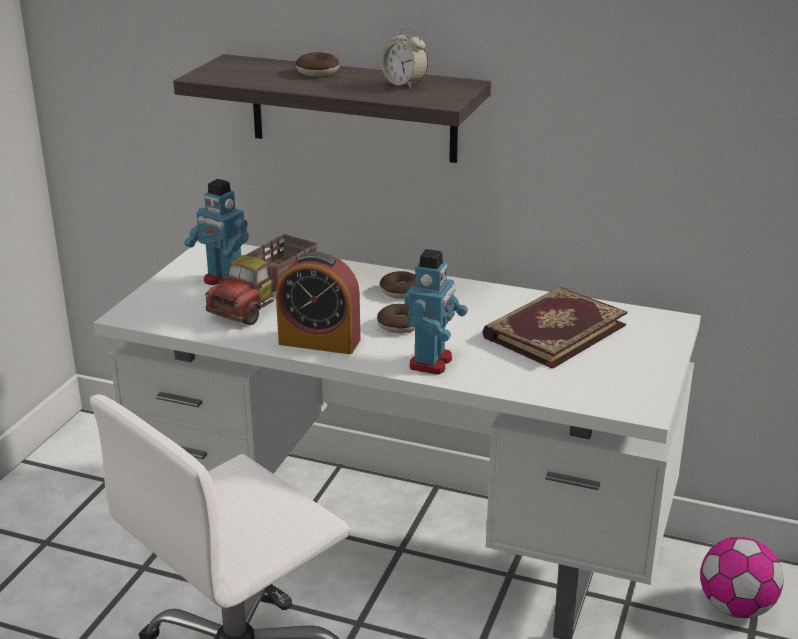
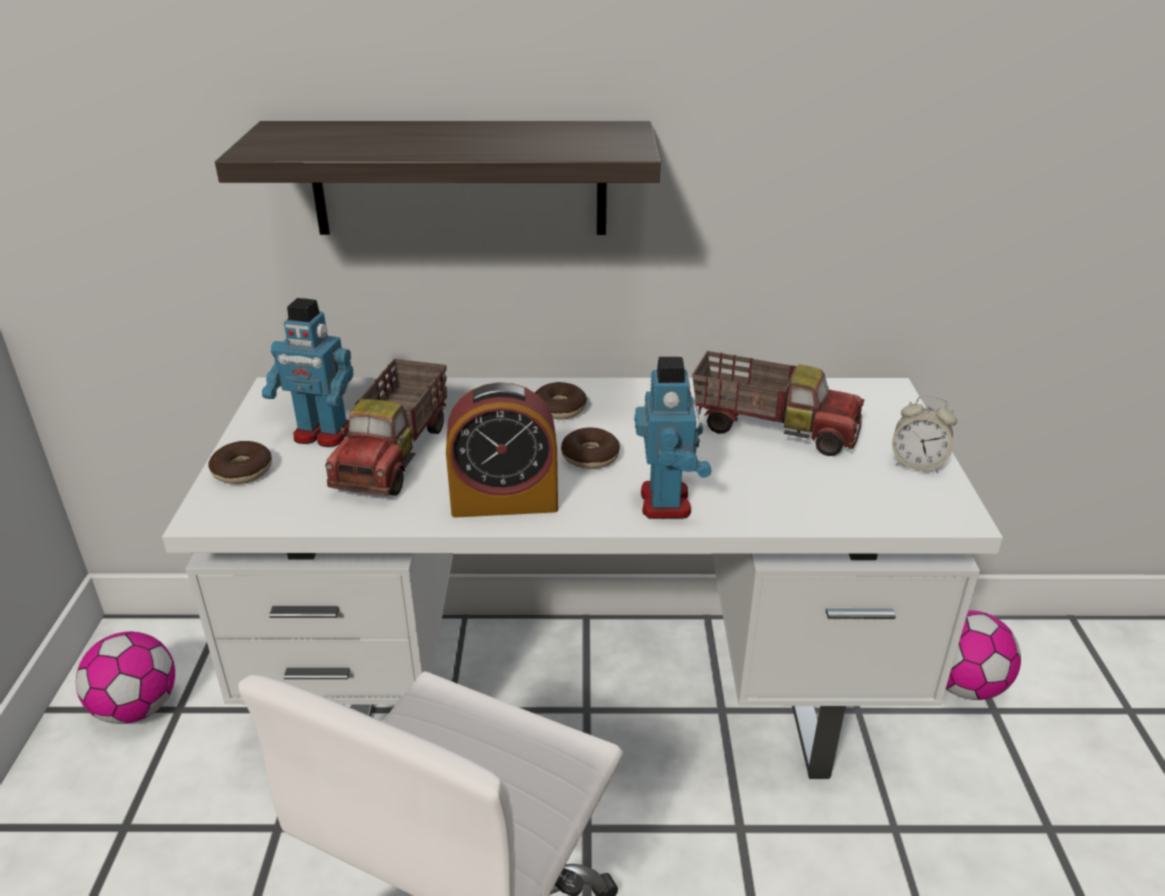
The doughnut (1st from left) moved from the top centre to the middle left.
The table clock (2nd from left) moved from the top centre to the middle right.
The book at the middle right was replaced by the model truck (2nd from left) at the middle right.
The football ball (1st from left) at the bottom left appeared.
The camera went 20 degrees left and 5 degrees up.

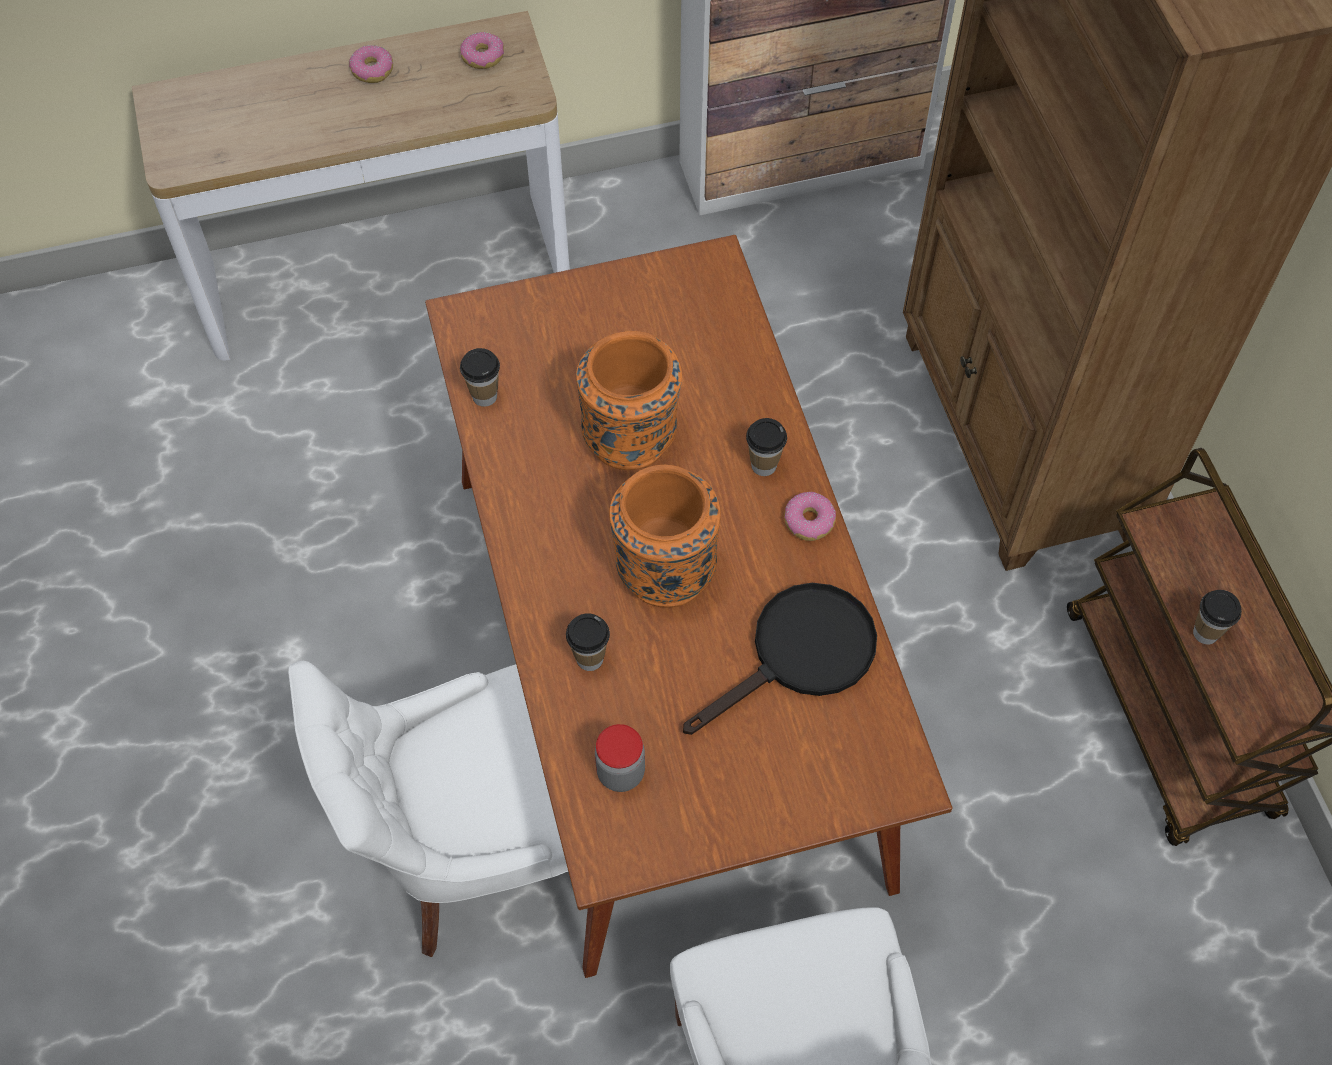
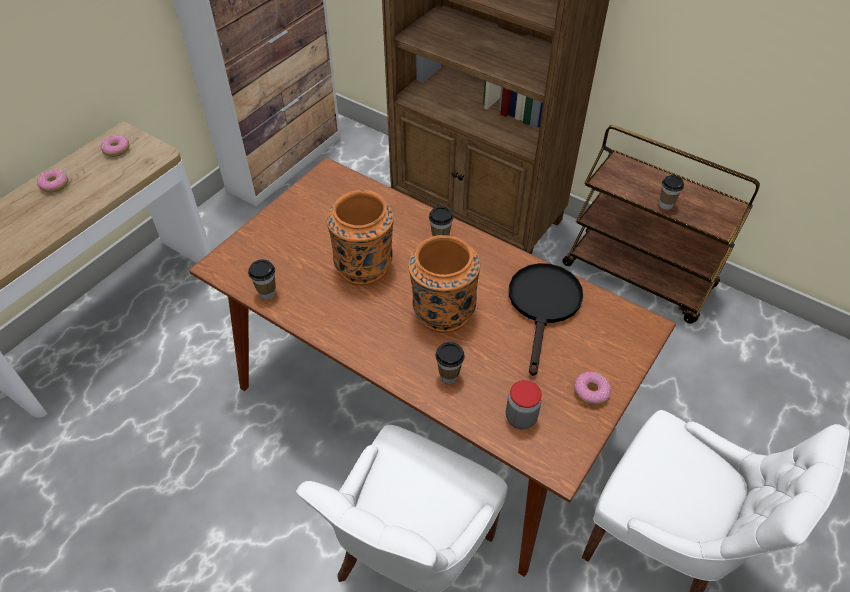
The doughnut (3rd from left) moved from the centre to the middle right.
The camera went 40 degrees left and 10 degrees down.

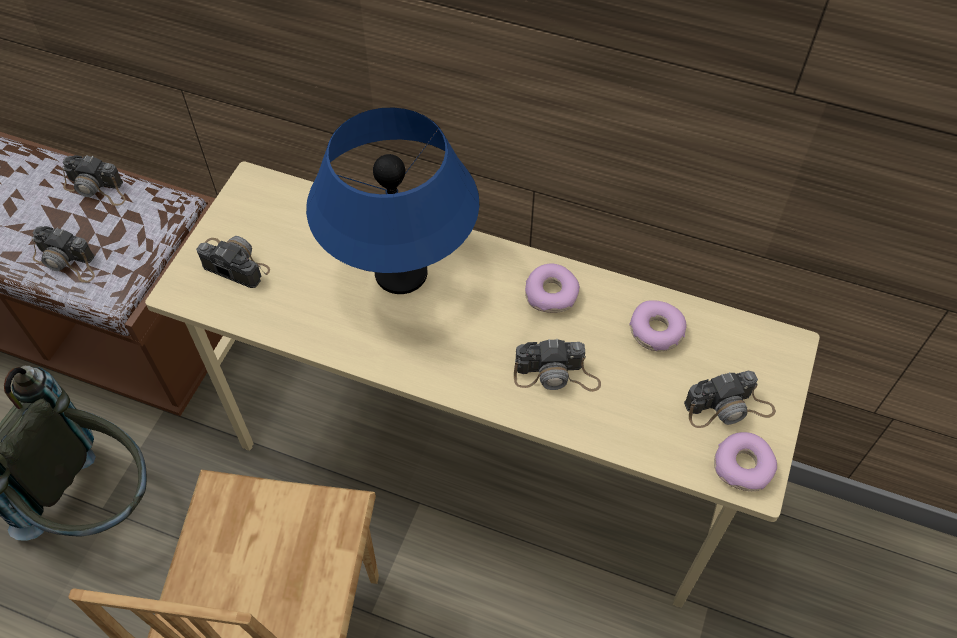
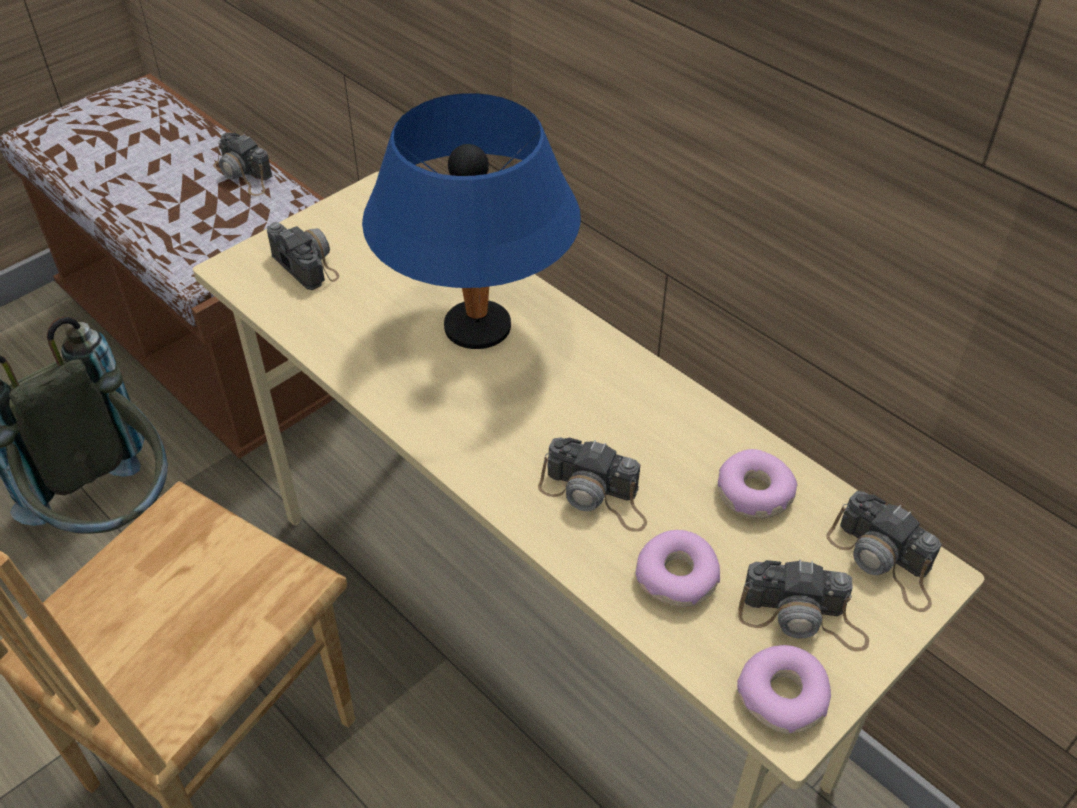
The still camera (1st from left in the first image) moved from the middle left to the bottom right.
The doughnut (1st from left) moved from the centre to the bottom centre.
The camera went 25 degrees right and 10 degrees down.

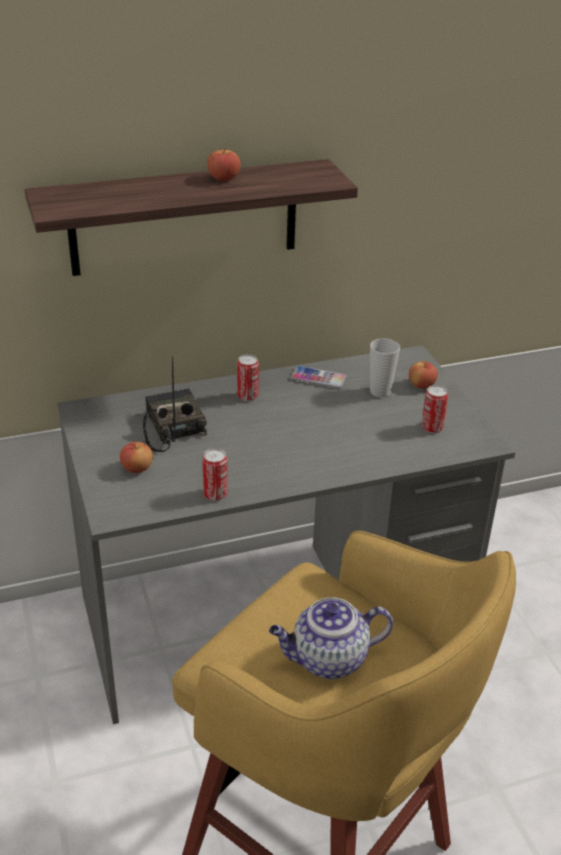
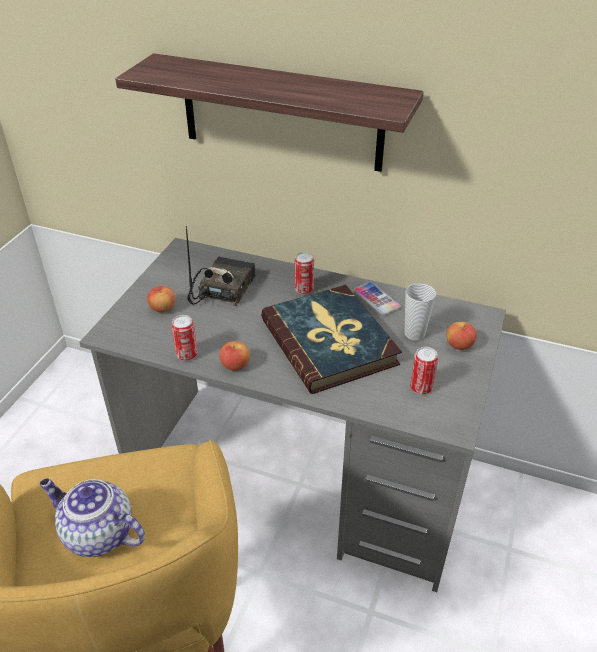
The whole apple (2nd from left) moved from the top centre to the centre.
The book at the centre appeared.
The camera went 40 degrees right and 5 degrees up.

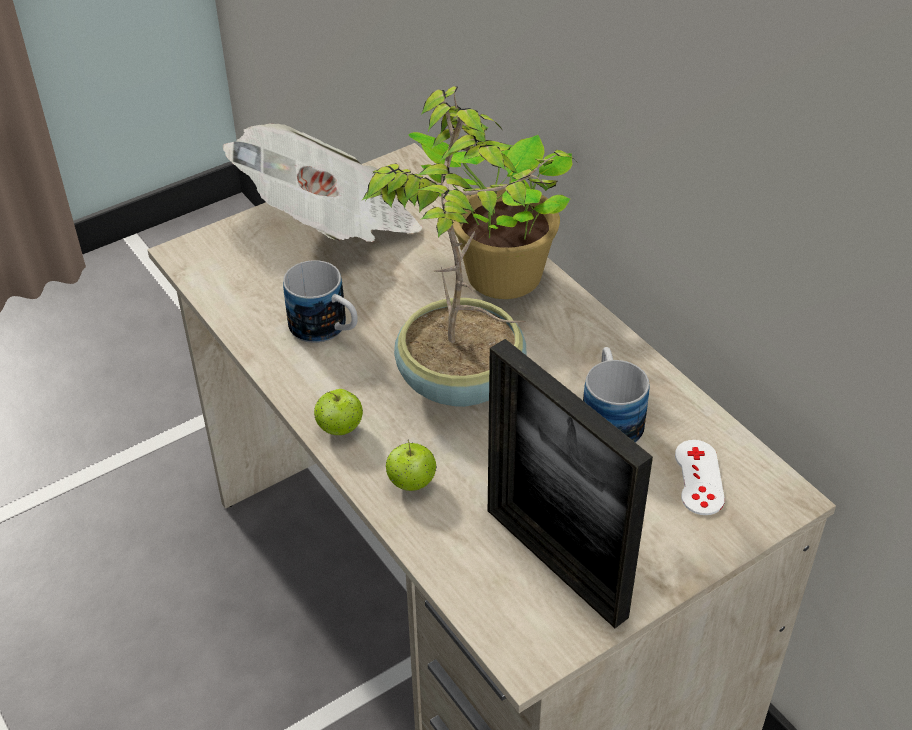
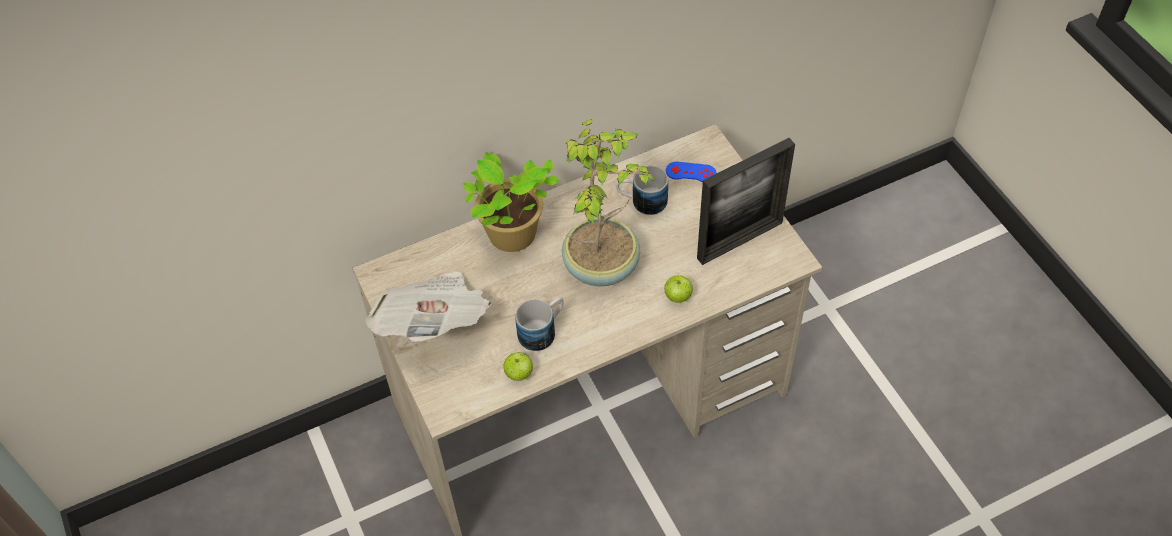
The whole apple (1st from left) moved from the centre to the bottom centre.
The gamepad in white-coloured at the middle right became the gamepad in bluish at the top centre.
The camera went 80 degrees left and 10 degrees up.

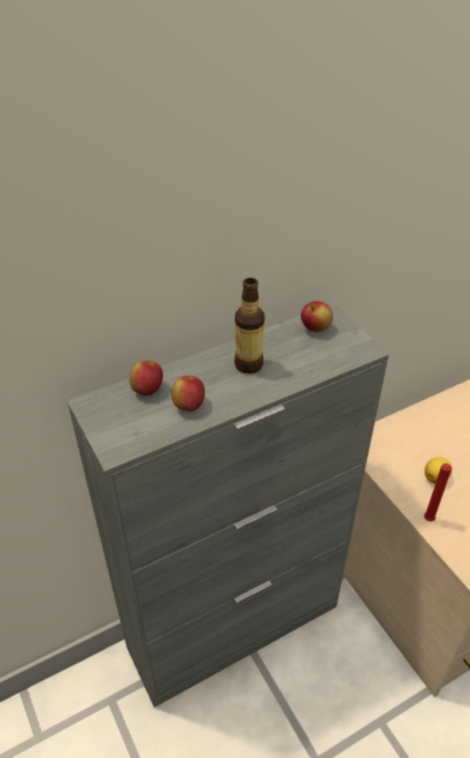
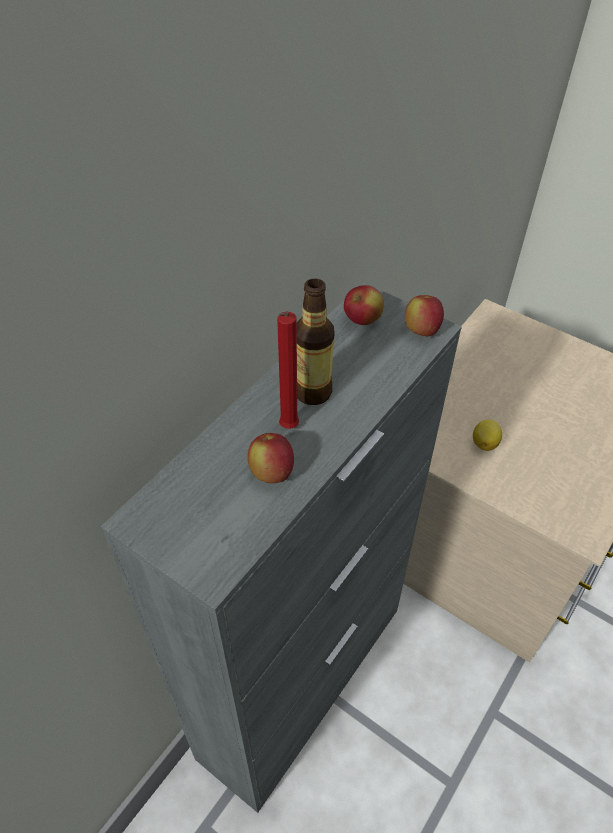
The whole apple (1st from left in the first image) moved from the middle left to the middle right.
The wax light in reddish moved from the middle right to the centre.
The camera went 25 degrees left and 5 degrees up.

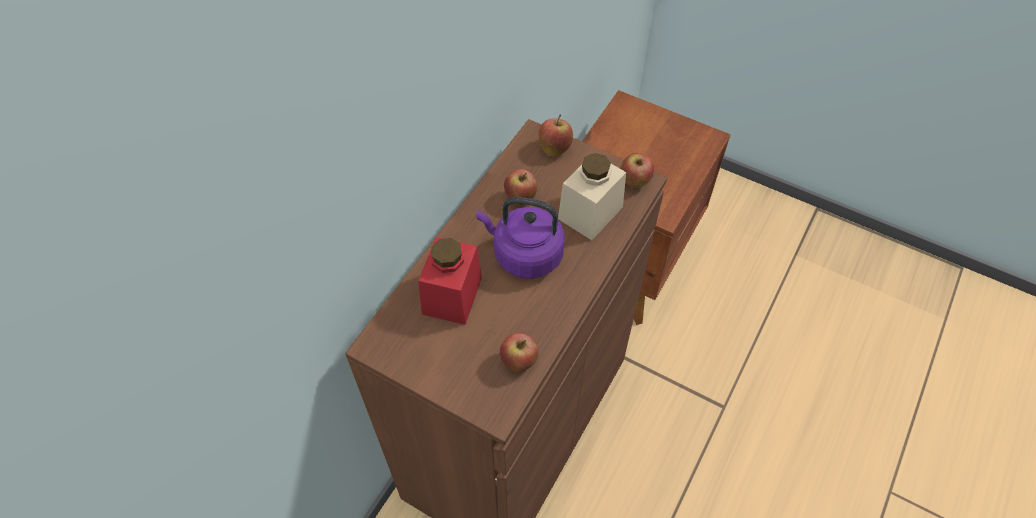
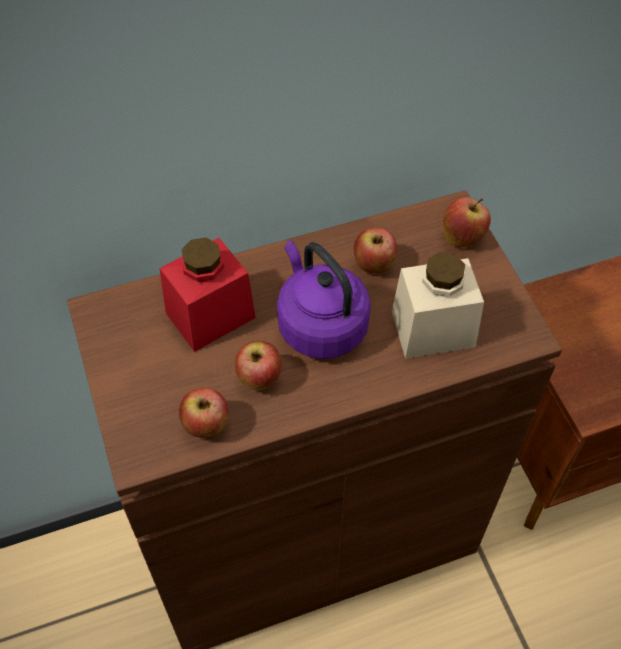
The whole apple (4th from left in the first image) moved from the top centre to the centre.
The camera went 40 degrees right and 0 degrees up.

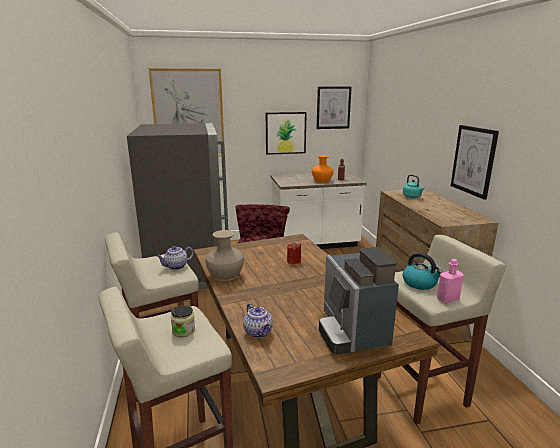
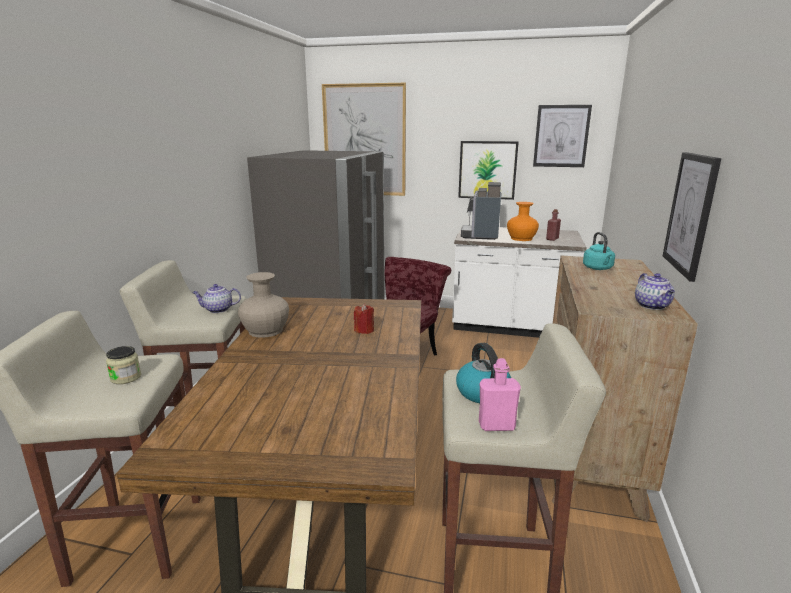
The pot for tea (2nd from left) moved from the bottom centre to the middle right.
The coffee brewer moved from the bottom centre to the centre.
The camera went 25 degrees right and 0 degrees up.

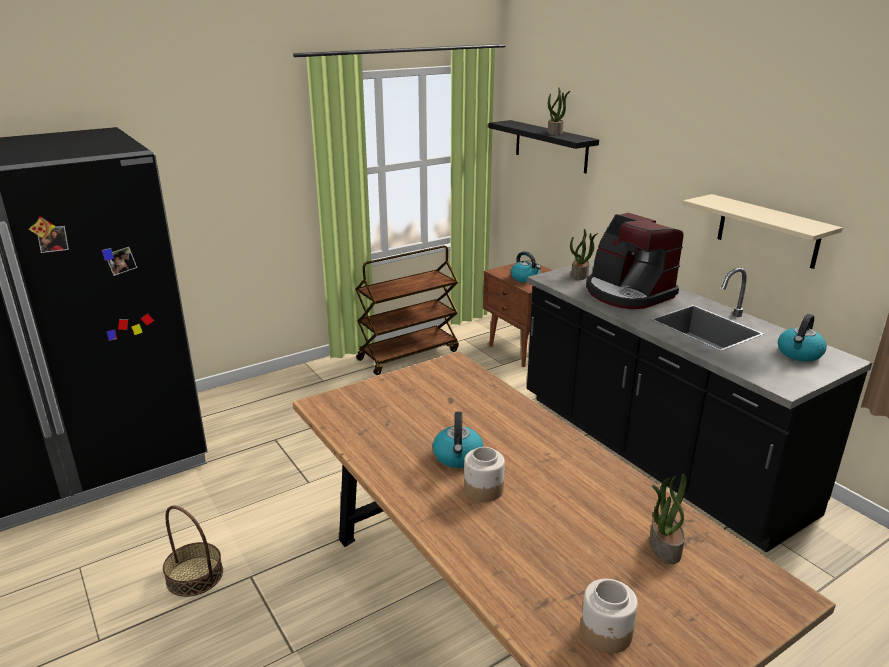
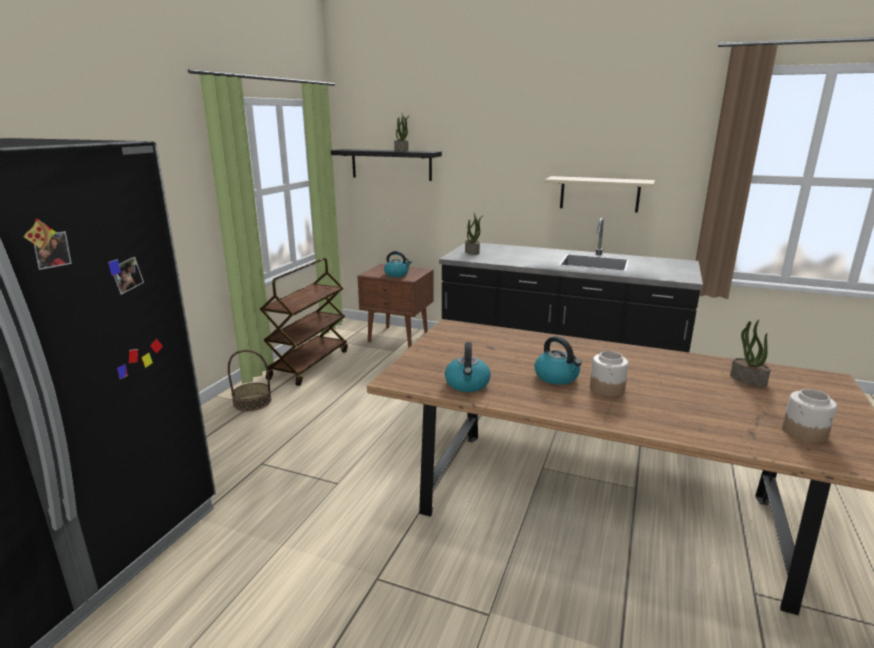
The household basket moved from the bottom left to the middle left.
The coffee brewer at the middle right disappeared.
The water kettle (3rd from left in the first image) moved from the middle right to the centre.
The camera went 35 degrees left and 5 degrees down.

